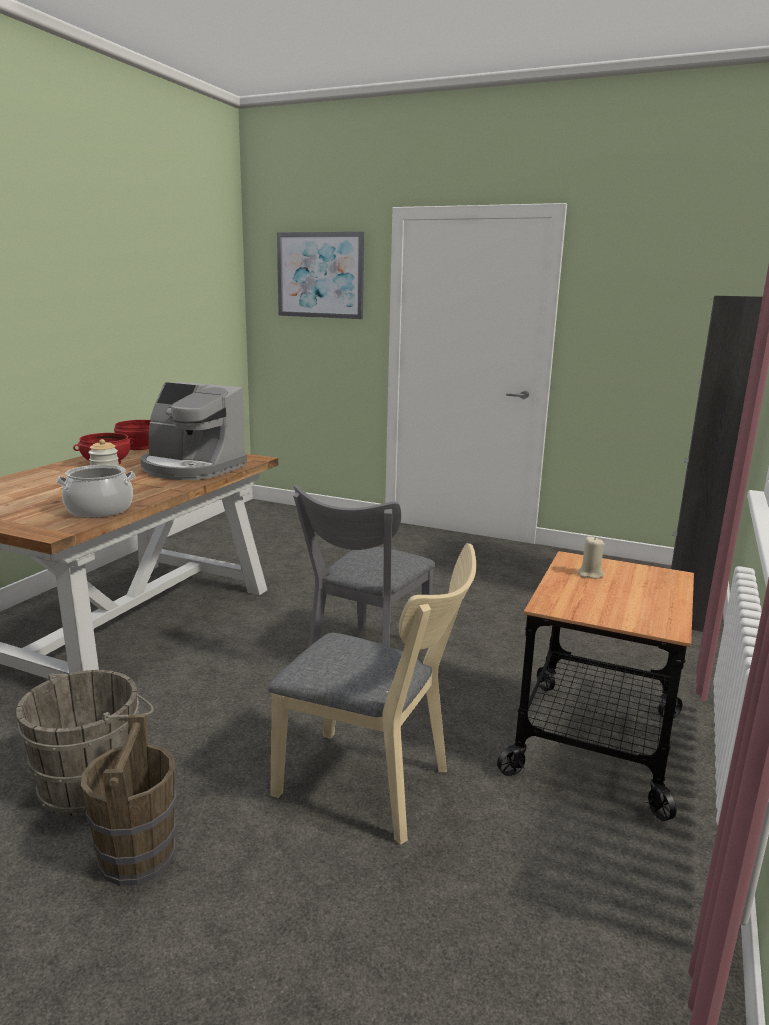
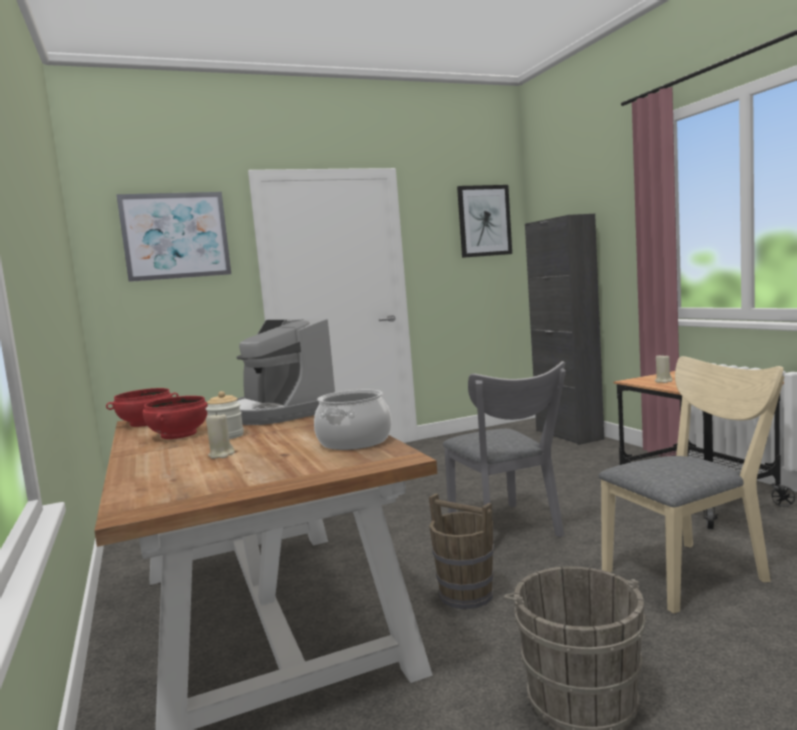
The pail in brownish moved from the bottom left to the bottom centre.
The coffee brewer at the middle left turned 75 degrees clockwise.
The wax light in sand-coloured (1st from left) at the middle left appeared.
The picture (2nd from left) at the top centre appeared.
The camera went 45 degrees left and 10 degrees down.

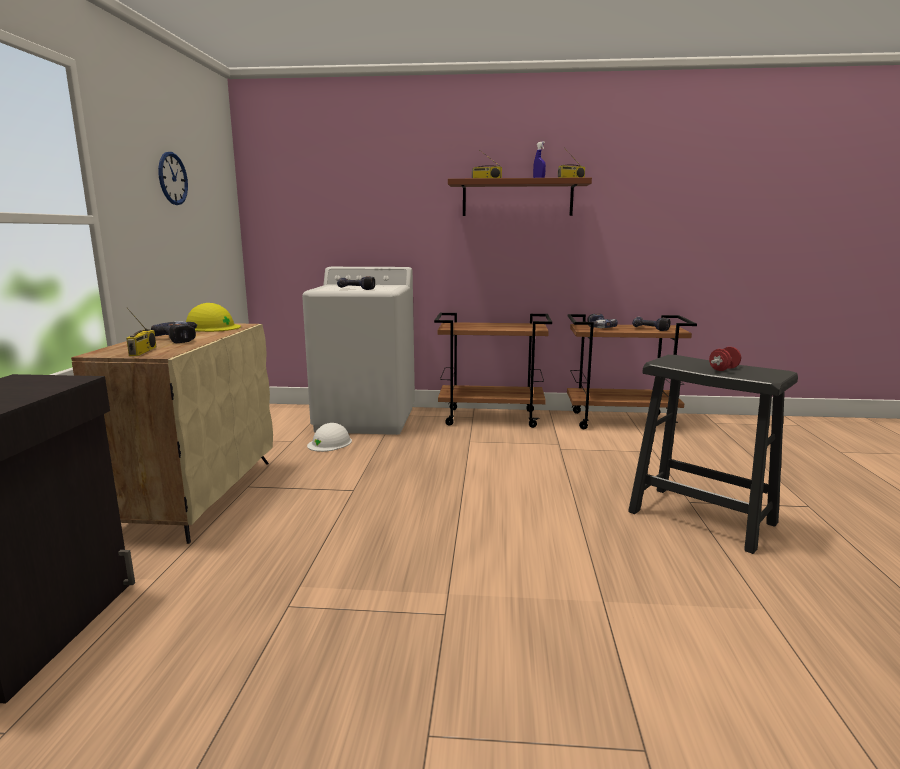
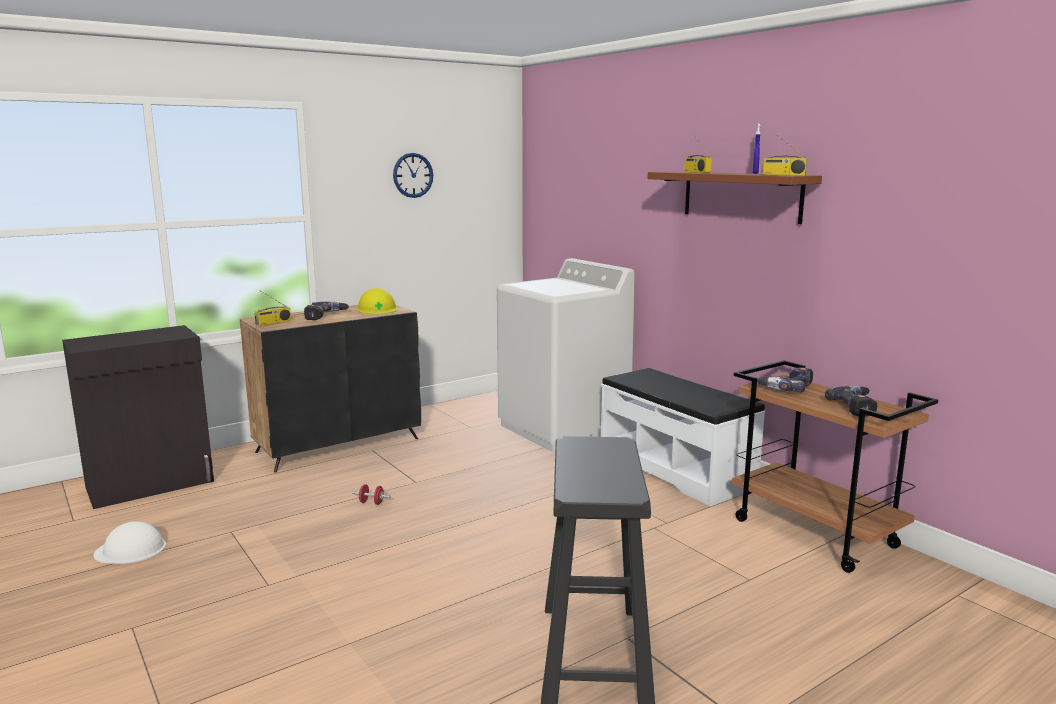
The cupboard in sand-coloured at the middle left became the cupboard in blackish (2nd from left) at the middle left.
The safety helmet in white-coloured moved from the centre to the bottom left.
The electric drill (2nd from left) at the centre disappeared.
The cart in brownish (1st from left) at the centre was replaced by the long seat in white-coloured at the centre.
The dumbbell in reddish moved from the middle right to the bottom centre.
The camera went 50 degrees right and 0 degrees up.

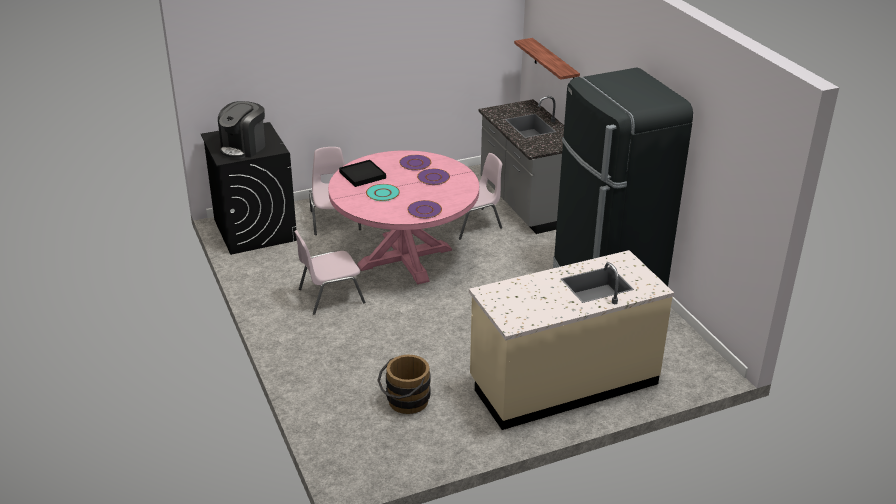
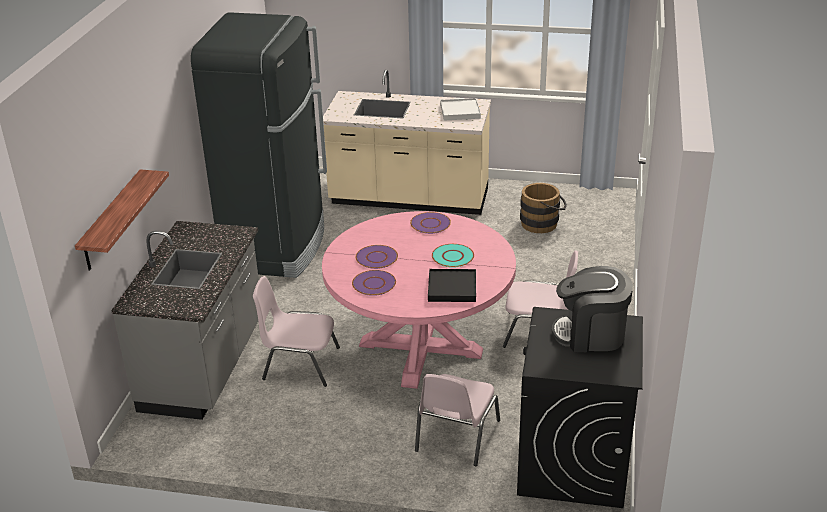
The coffee brewer at the top left turned 150 degrees counterclockwise.
The tray in white-coloured at the top centre appeared.
The camera went 145 degrees left and 0 degrees up.

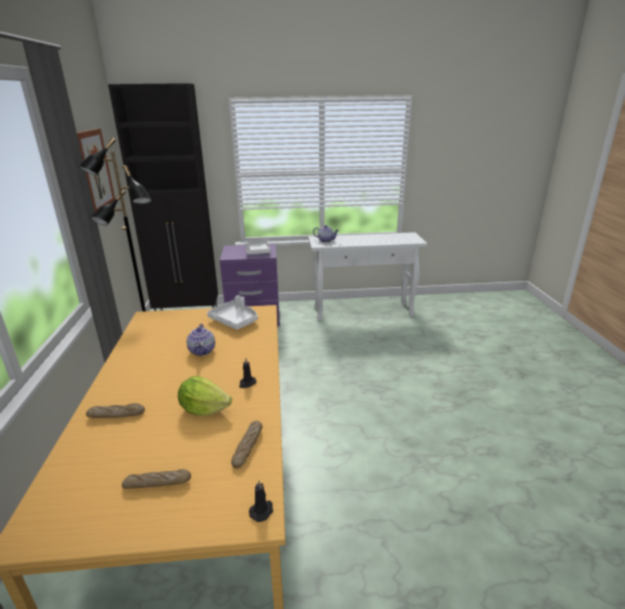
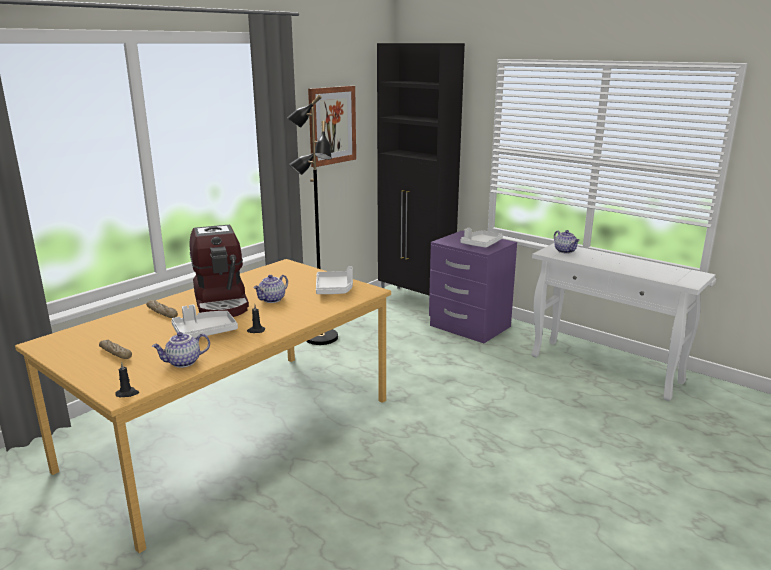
The lettuce at the middle left was replaced by the tray in white-coloured (1st from left) at the middle left.
The bread (3rd from left) at the bottom centre was replaced by the pot for tea (1st from left) at the middle left.
The coffee brewer at the middle left appeared.
The camera went 45 degrees right and 5 degrees down.

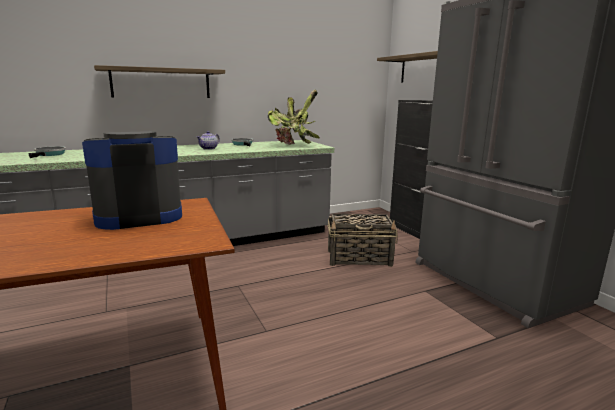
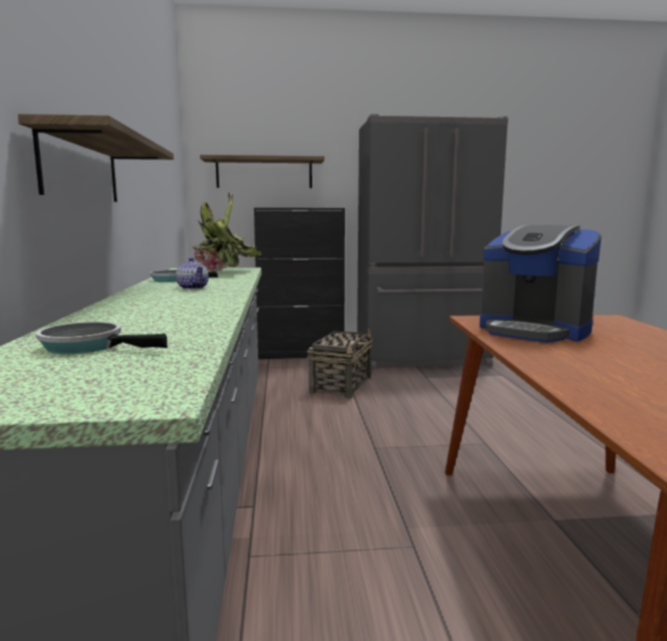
The coffee brewer at the middle left turned 45 degrees counterclockwise.
The camera went 70 degrees left and 5 degrees down.

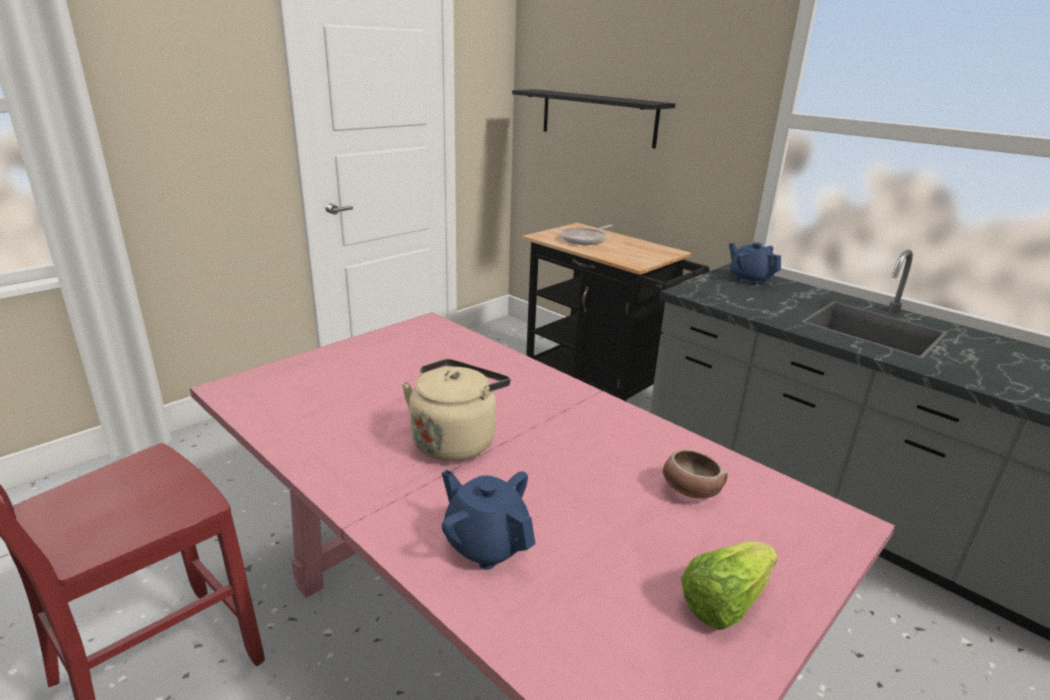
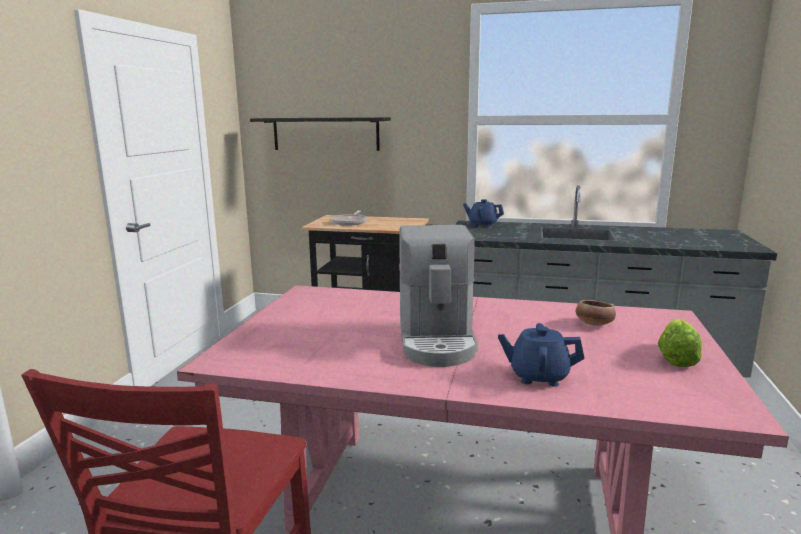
The water kettle in sand-coloured at the centre was replaced by the coffee brewer at the centre.
The camera went 30 degrees left and 10 degrees down.

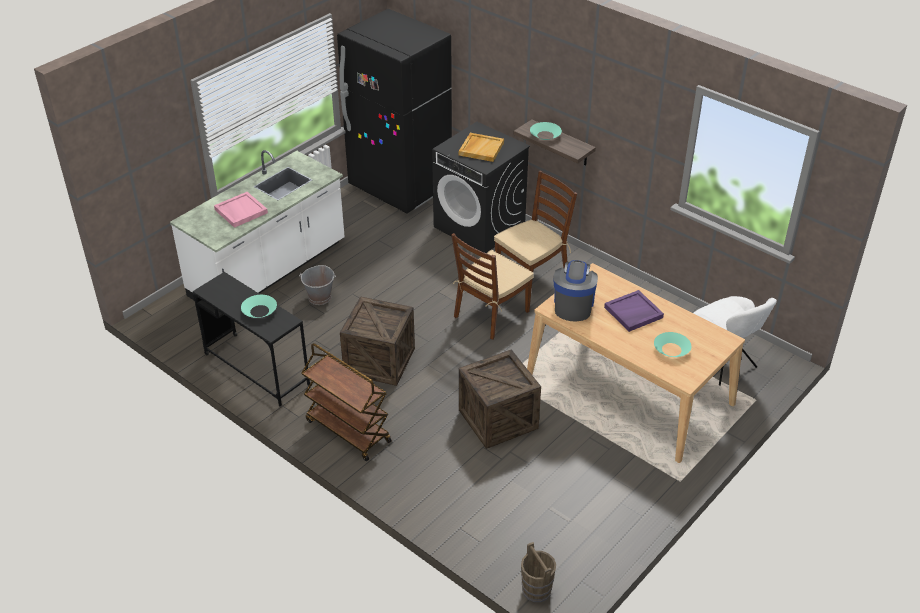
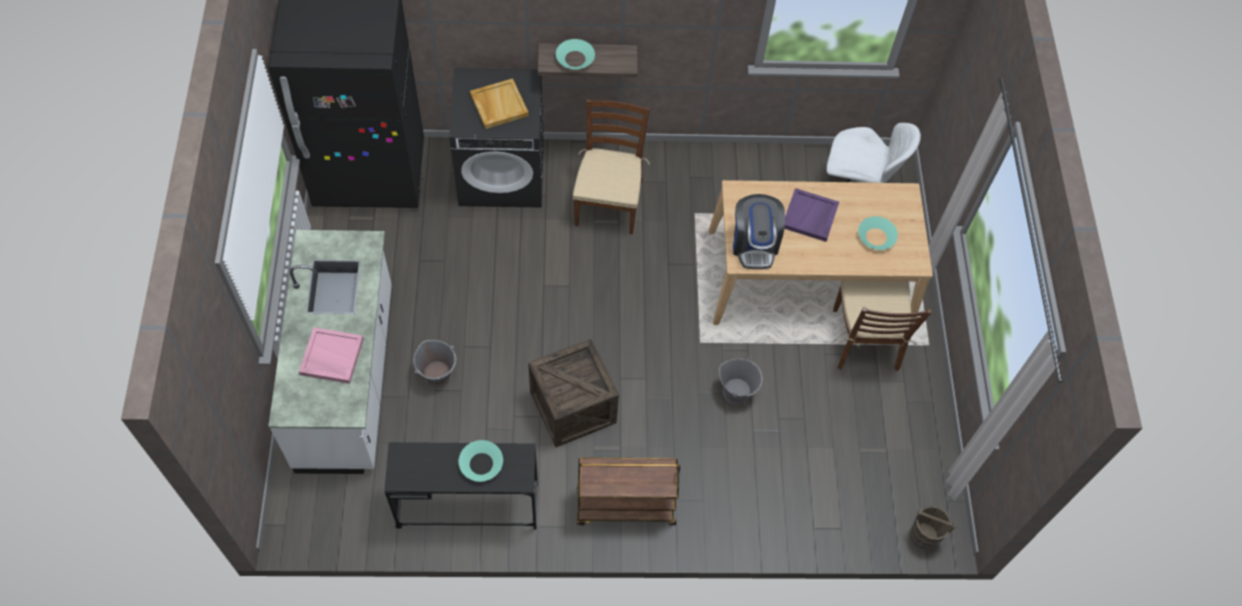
The upright chair in brownish (1st from left in the first image) moved from the centre to the middle right.
The shipping crate (2nd from left) at the centre was replaced by the pail in gray (2nd from left) at the centre.
The coffee brewer at the centre turned 150 degrees counterclockwise.
The camera went 45 degrees left and 20 degrees up.

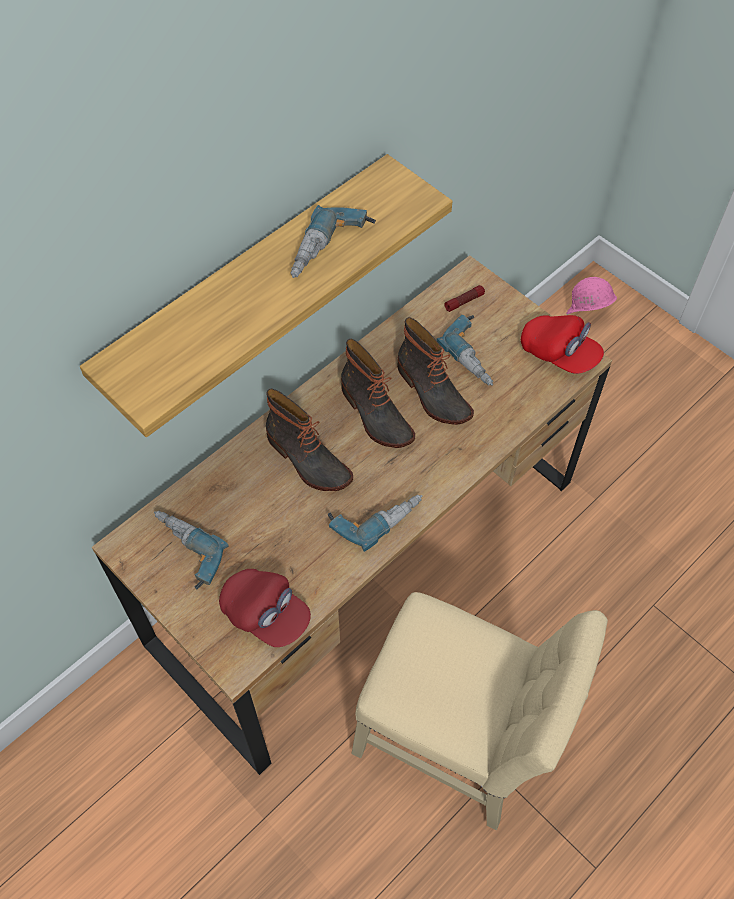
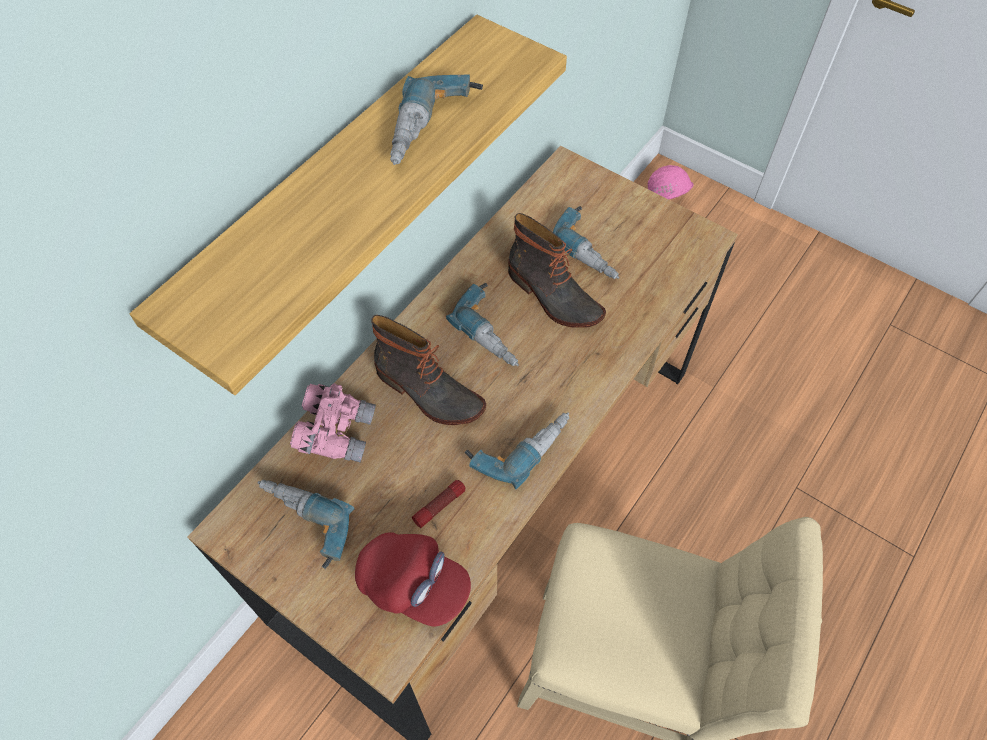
The high-top boot (2nd from left) at the centre was replaced by the electric drill (3rd from left) at the centre.
The flashlight moved from the top centre to the bottom centre.
The cap in reddish (2nd from left) at the middle right disappeared.
The field glasses in pinkish at the centre appeared.
The camera went 10 degrees left and 0 degrees up.

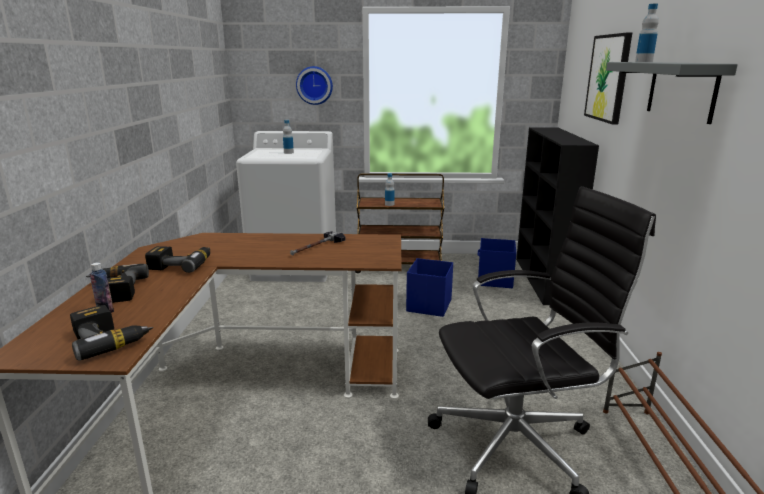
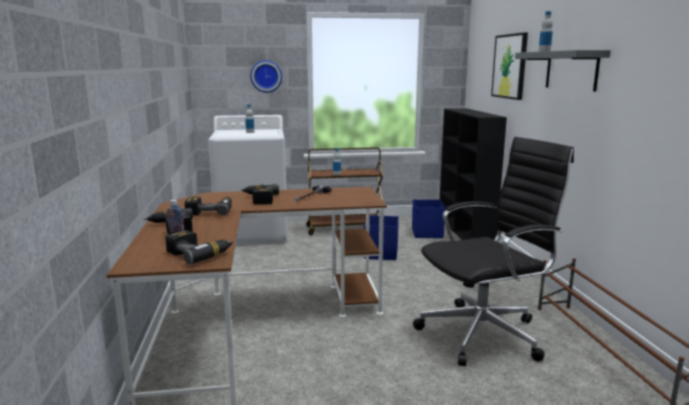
The electric drill (4th from left) at the centre appeared.
The camera went 10 degrees left and 5 degrees down.

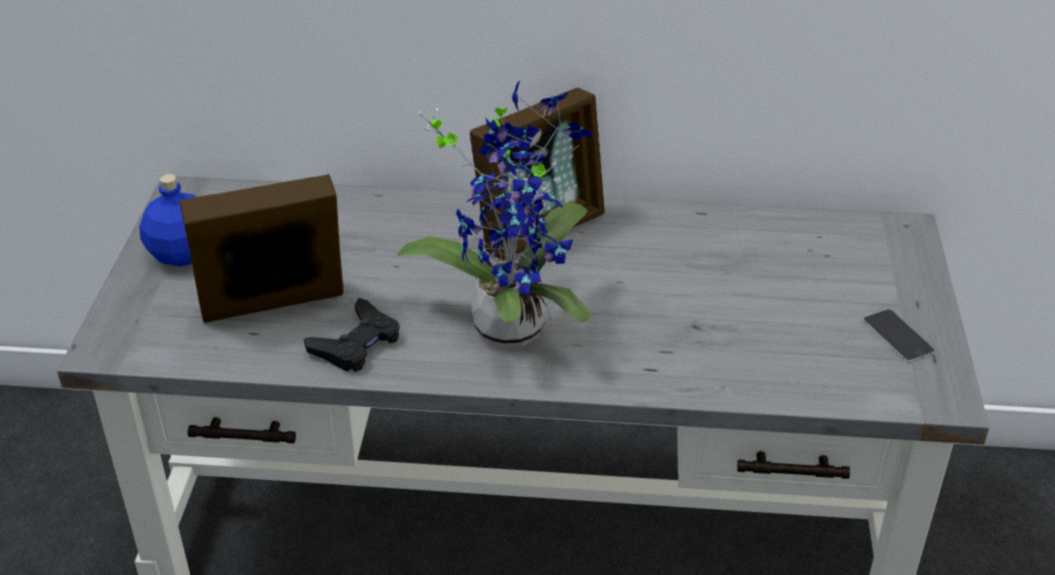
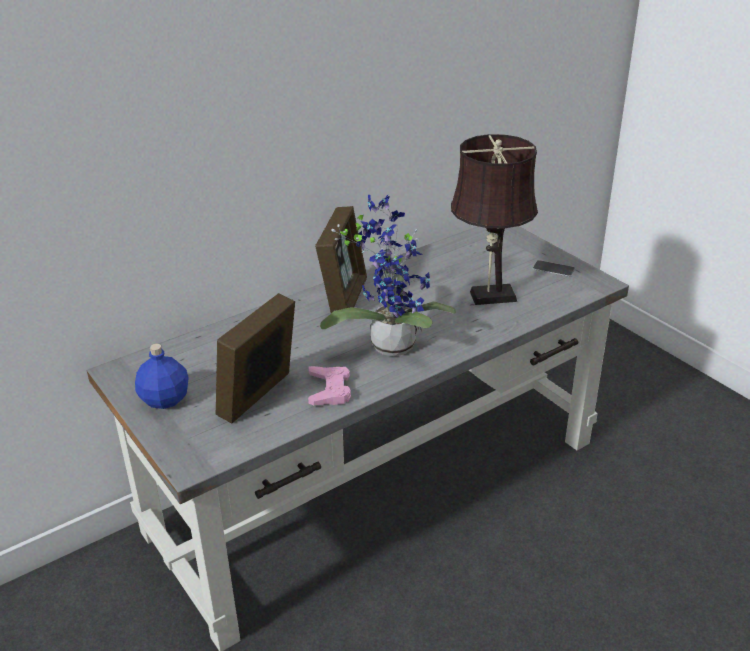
The gamepad in blackish at the centre became the gamepad in pinkish at the centre.
The lamp for a table in brownish at the centre appeared.
The camera went 40 degrees left and 5 degrees down.

